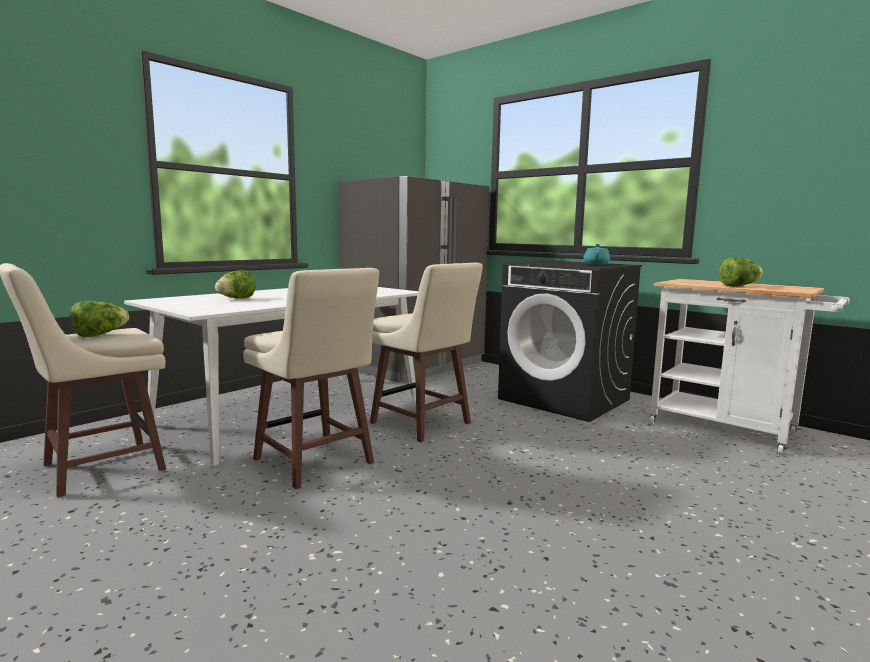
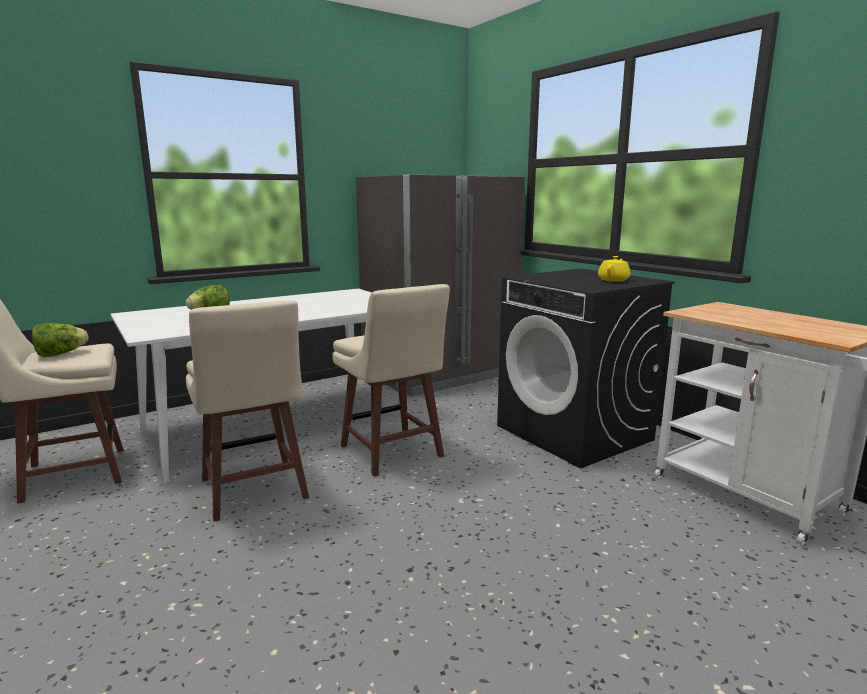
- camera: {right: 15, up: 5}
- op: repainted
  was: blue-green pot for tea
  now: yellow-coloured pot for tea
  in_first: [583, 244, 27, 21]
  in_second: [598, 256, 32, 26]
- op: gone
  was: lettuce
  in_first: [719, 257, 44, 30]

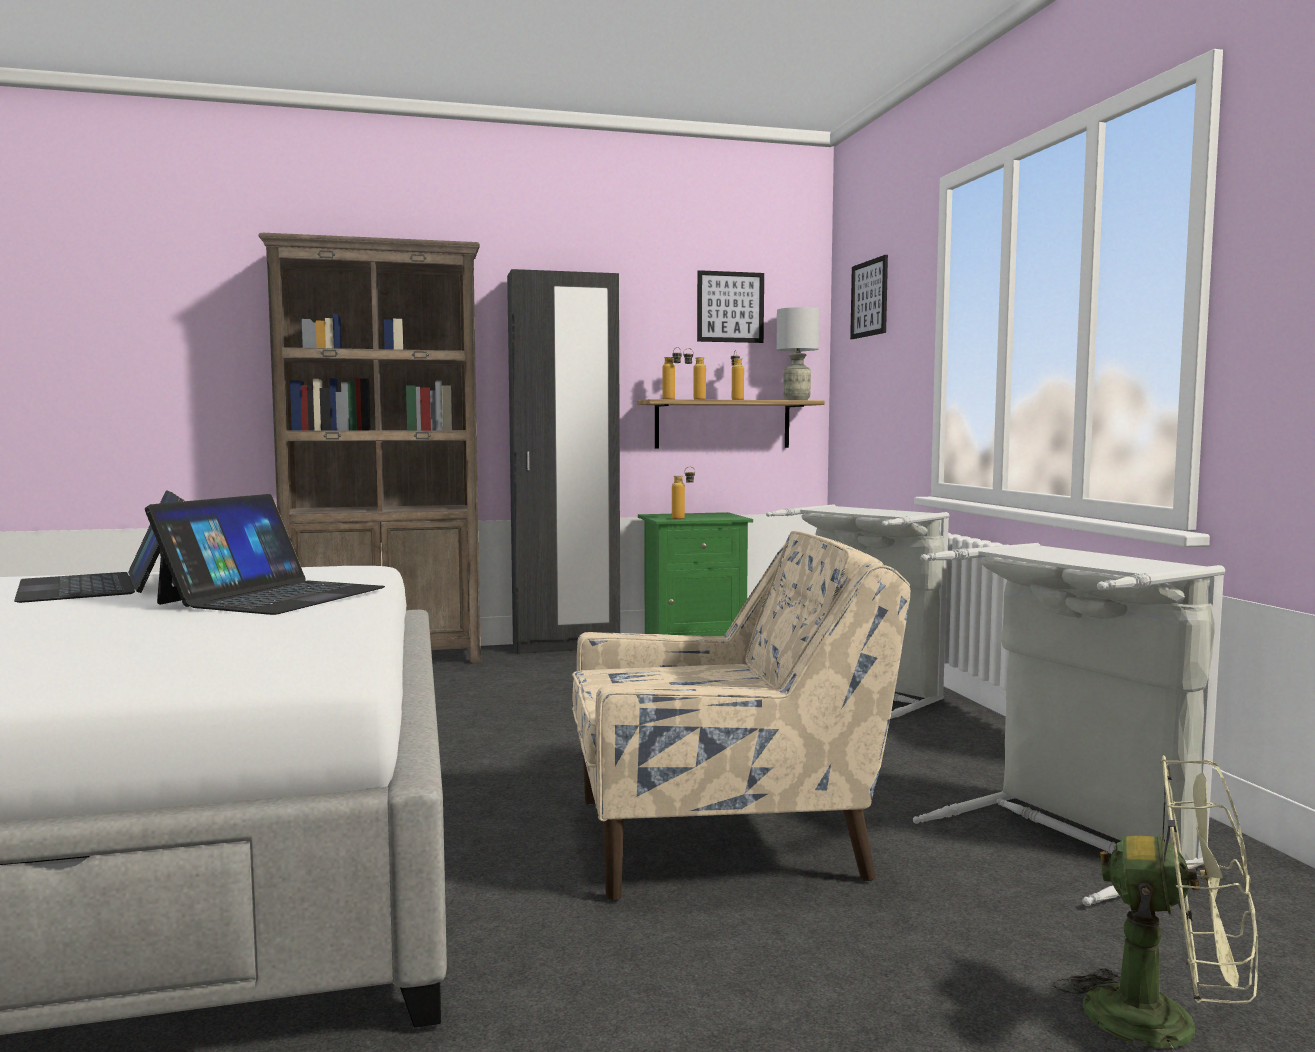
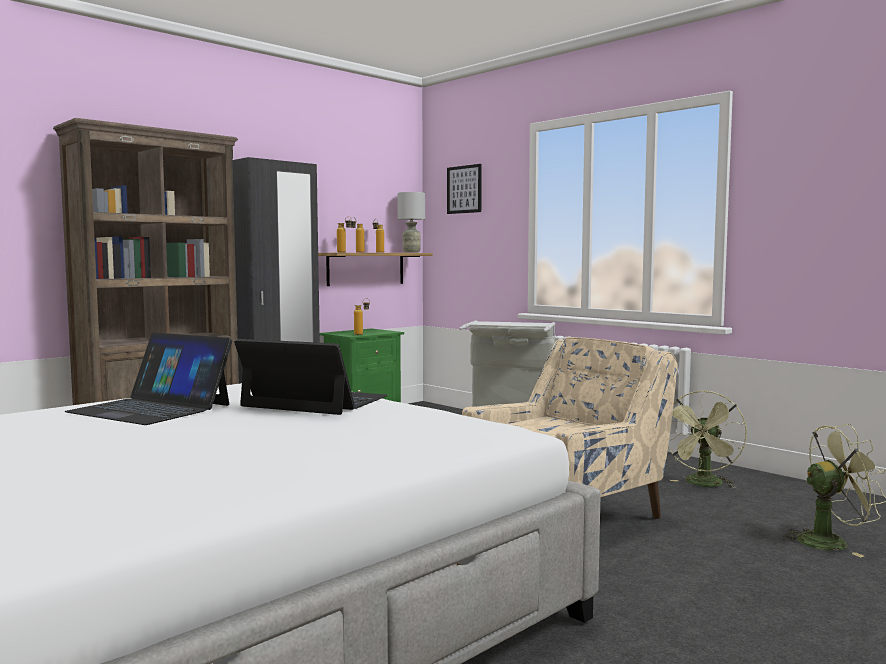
- camera: {right: -30, up: 0}
- op: gone
  was: wall art
  in_first: [697, 270, 67, 73]
- op: rotated
  was: laptop
  in_first: [145, 494, 240, 121]
  in_second: [234, 339, 153, 76]
  clockwise: -60
- op: swapped
  was: greyish hamper
  now: green-coloured cooling fan
  in_first: [913, 543, 312, 363]
  in_second: [668, 391, 79, 97]

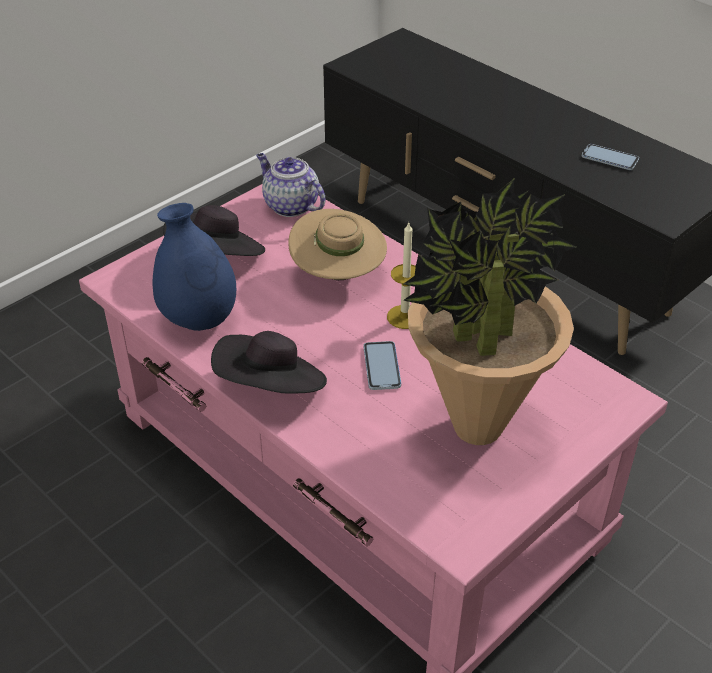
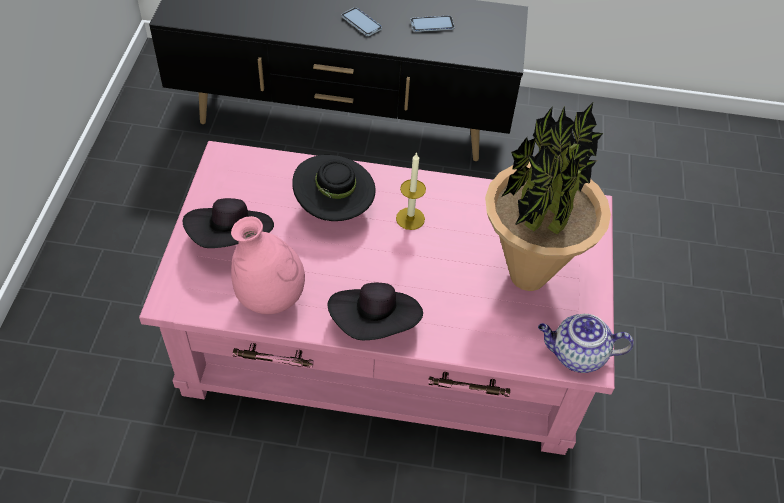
- camera: {right: -40, up: 10}
- op: shifted
  was: pot for tea
  in_first: [256, 153, 69, 64]
  in_second: [538, 314, 96, 59]
- op: repainted
  was: bluish vase
  now: pinkish vase
  in_first: [153, 203, 83, 128]
  in_second: [231, 216, 74, 98]
- op: repainted
  was: beige-coloured hat
  now: black-coloured hat
  in_first: [288, 209, 99, 71]
  in_second: [292, 155, 84, 66]
- op: shifted
  was: telephone
  in_first: [364, 341, 37, 49]
  in_second: [341, 7, 41, 29]

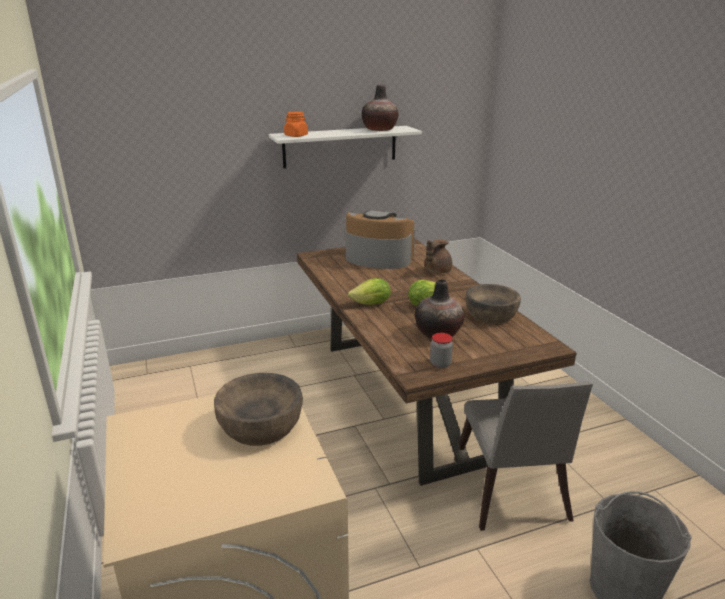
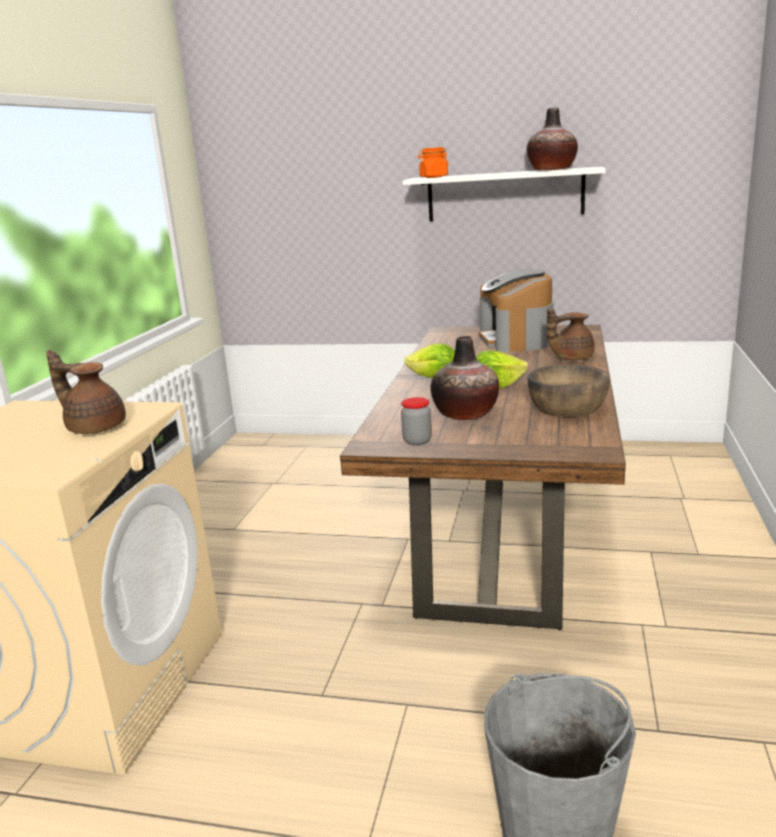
- camera: {right: 35, up: -5}
- op: rotated
  was: coffee brewer
  in_first: [345, 210, 70, 59]
  in_second: [479, 269, 74, 83]
  clockwise: -150
- op: swapped
  was: brown-coloured serving bowl
  now: brown-coloured pot for tea
  in_first: [214, 373, 89, 73]
  in_second: [46, 350, 80, 84]
- op: gone
  was: greyish plain chair
  in_first: [454, 381, 139, 150]

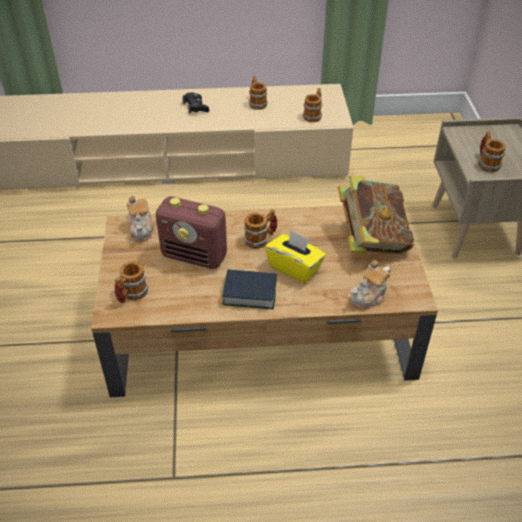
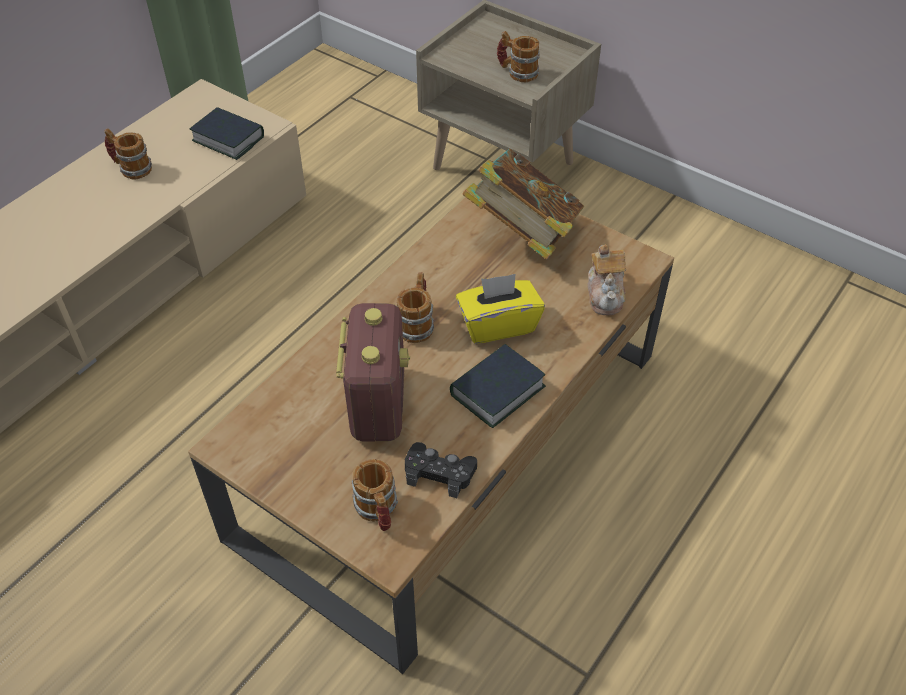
- camera: {right: -50, up: 5}
- op: swapped
  was: coffee mug
  now: book
  in_first: [303, 88, 19, 34]
  in_second: [190, 107, 74, 53]
- op: shifted
  was: black-coloured joypad
  in_first: [183, 92, 26, 22]
  in_second: [405, 442, 72, 56]
- op: gone
  was: pot for tea
  in_first: [127, 195, 27, 47]
- op: rotated
  was: radio
  in_first: [156, 196, 71, 73]
  in_second: [336, 303, 74, 138]
  clockwise: -60

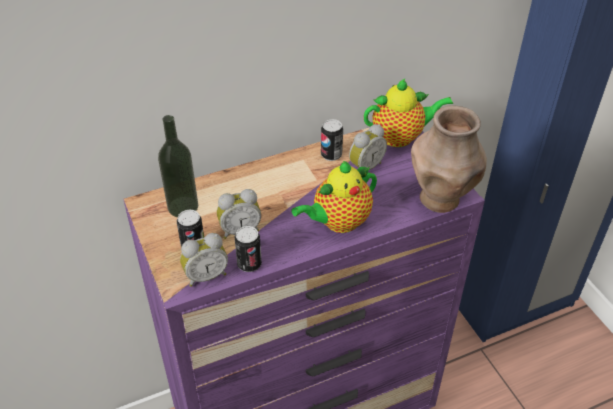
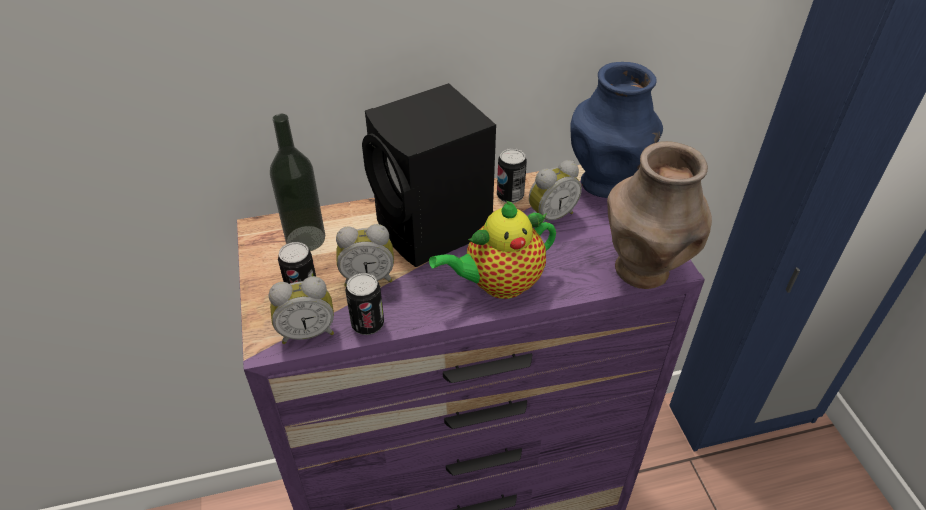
- camera: {right: 10, up: 0}
- op: swapped
  was: pot for tea
  now: bluish vase
  in_first: [364, 78, 89, 69]
  in_second: [570, 62, 93, 136]
- op: new
  now: black-coloured speaker
  in_second: [362, 83, 134, 184]

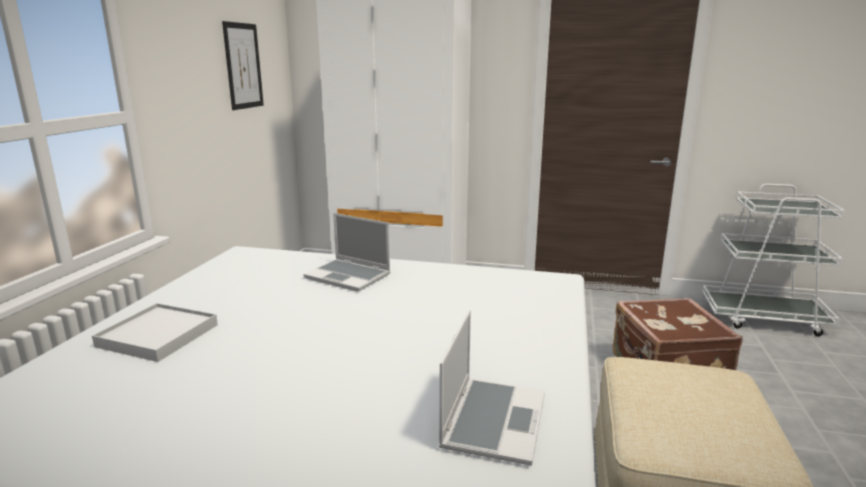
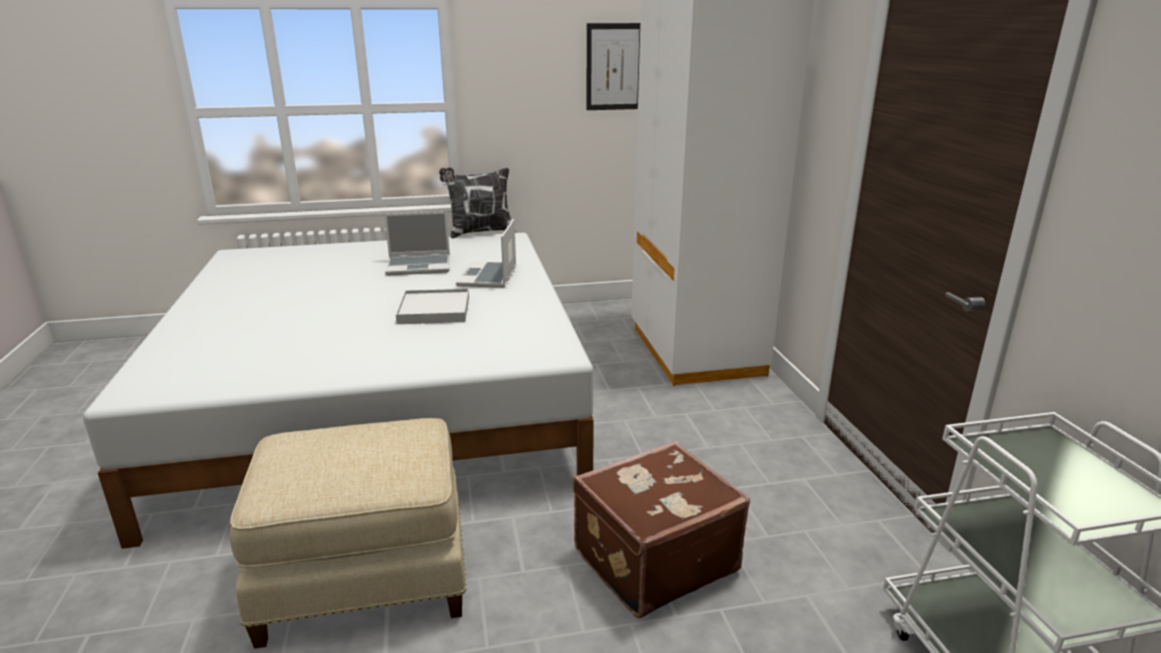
- camera: {right: 65, up: 5}
- op: shifted
  was: white tray
  in_first: [92, 303, 126, 59]
  in_second: [396, 289, 73, 35]
- op: shifted
  was: laptop
  in_first: [439, 310, 106, 156]
  in_second: [384, 212, 66, 64]
- op: new
  now: throw pillow
  in_second: [439, 168, 77, 70]

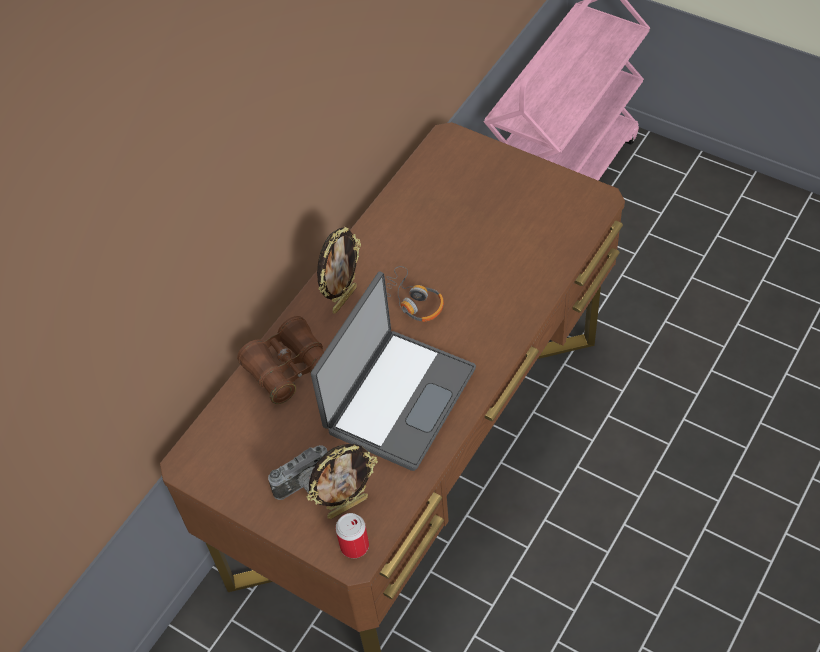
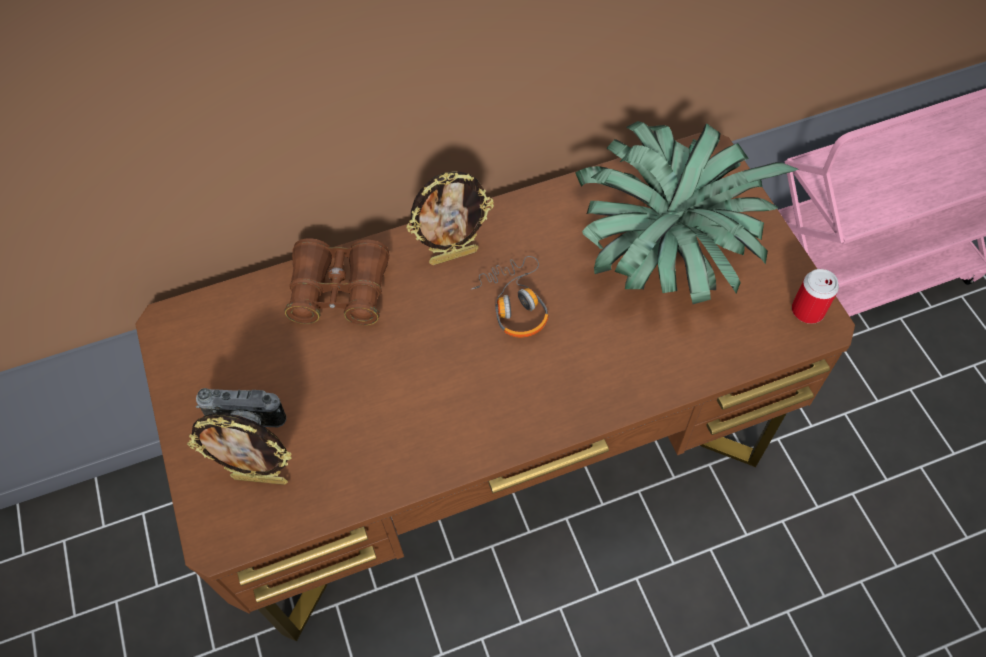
- camera: {right: 35, up: 5}
- op: gone
  was: laptop
  in_first: [311, 272, 165, 199]
- op: shifted
  was: metal can
  in_first: [336, 513, 33, 45]
  in_second: [792, 269, 47, 55]
- op: new
  now: potted plant
  in_second: [575, 121, 224, 183]

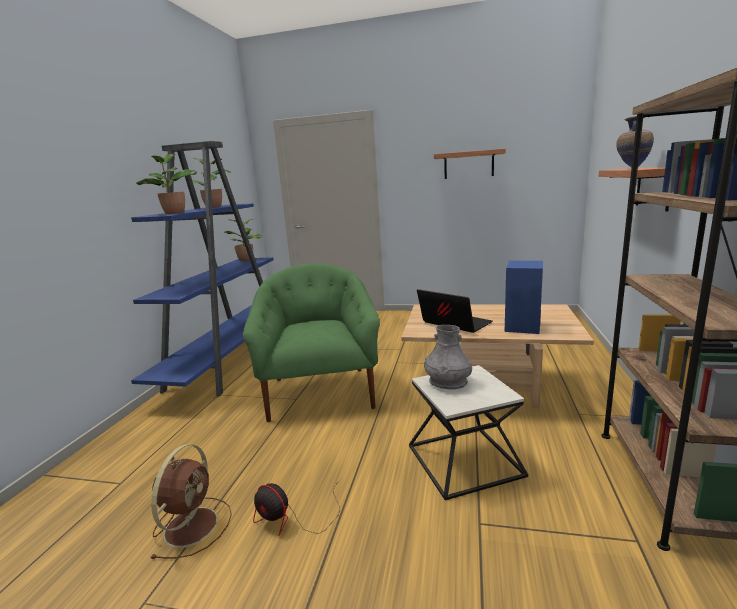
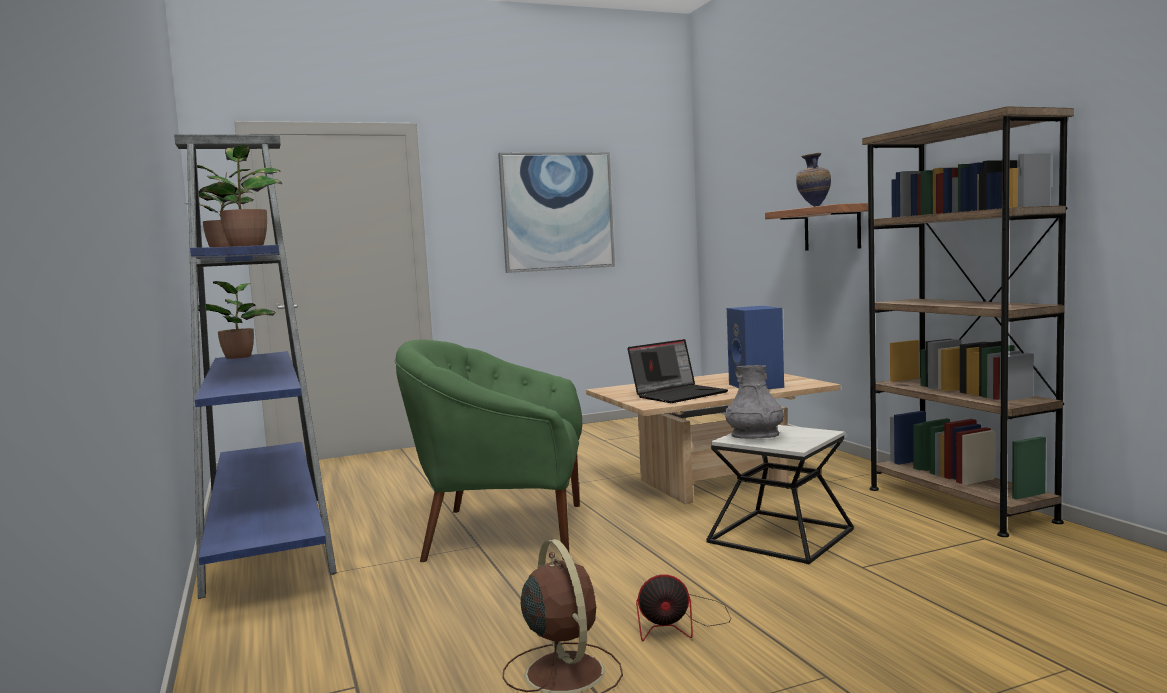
- camera: {right: -35, up: -10}
- op: swapped
  was: shelf
  now: wall art
  in_first: [434, 149, 72, 30]
  in_second: [498, 152, 117, 121]
- op: rotated
  was: green-coloured easy chair
  in_first: [243, 263, 137, 159]
  in_second: [395, 339, 187, 223]
  clockwise: -45
- op: rotated
  was: laptop
  in_first: [417, 289, 75, 44]
  in_second: [627, 339, 101, 64]
  clockwise: 135

